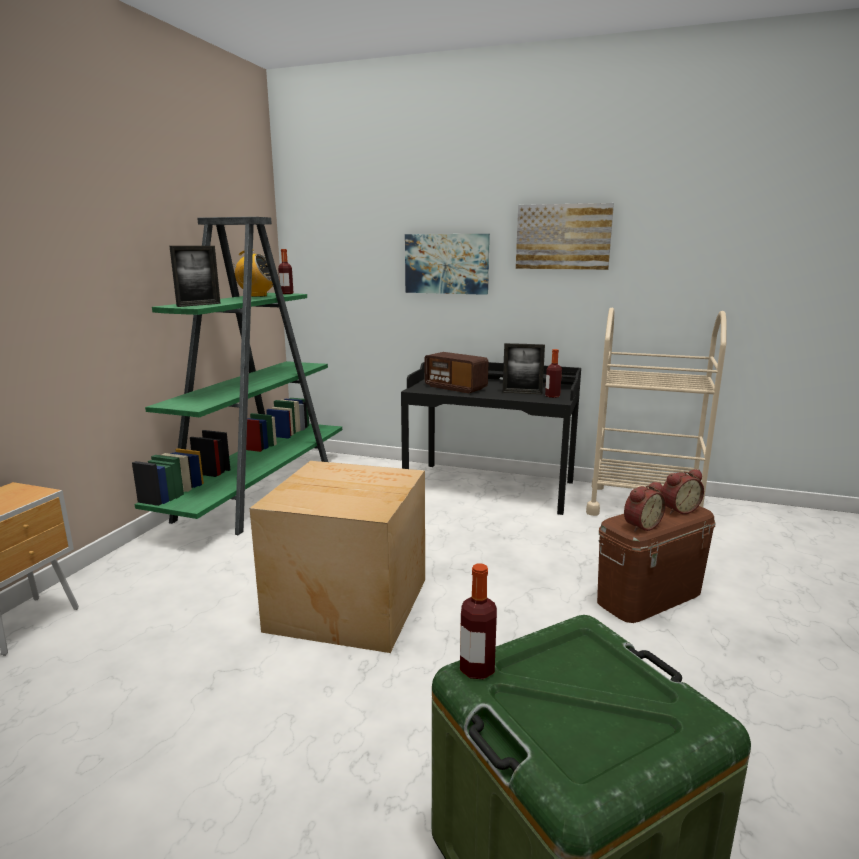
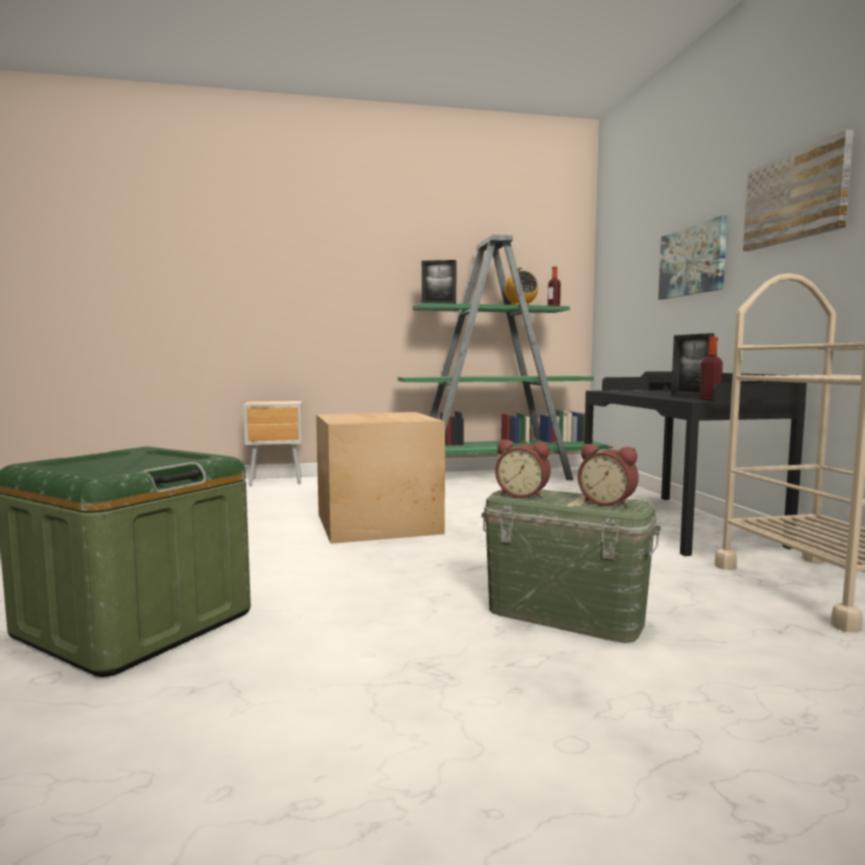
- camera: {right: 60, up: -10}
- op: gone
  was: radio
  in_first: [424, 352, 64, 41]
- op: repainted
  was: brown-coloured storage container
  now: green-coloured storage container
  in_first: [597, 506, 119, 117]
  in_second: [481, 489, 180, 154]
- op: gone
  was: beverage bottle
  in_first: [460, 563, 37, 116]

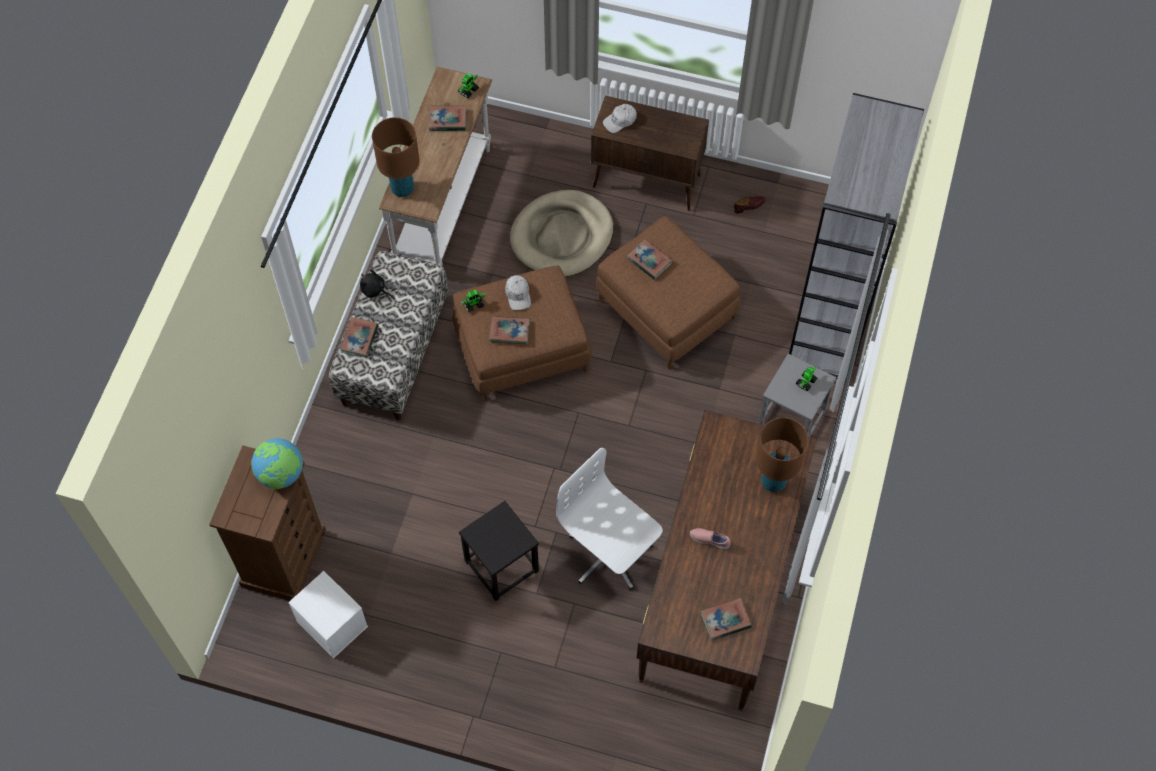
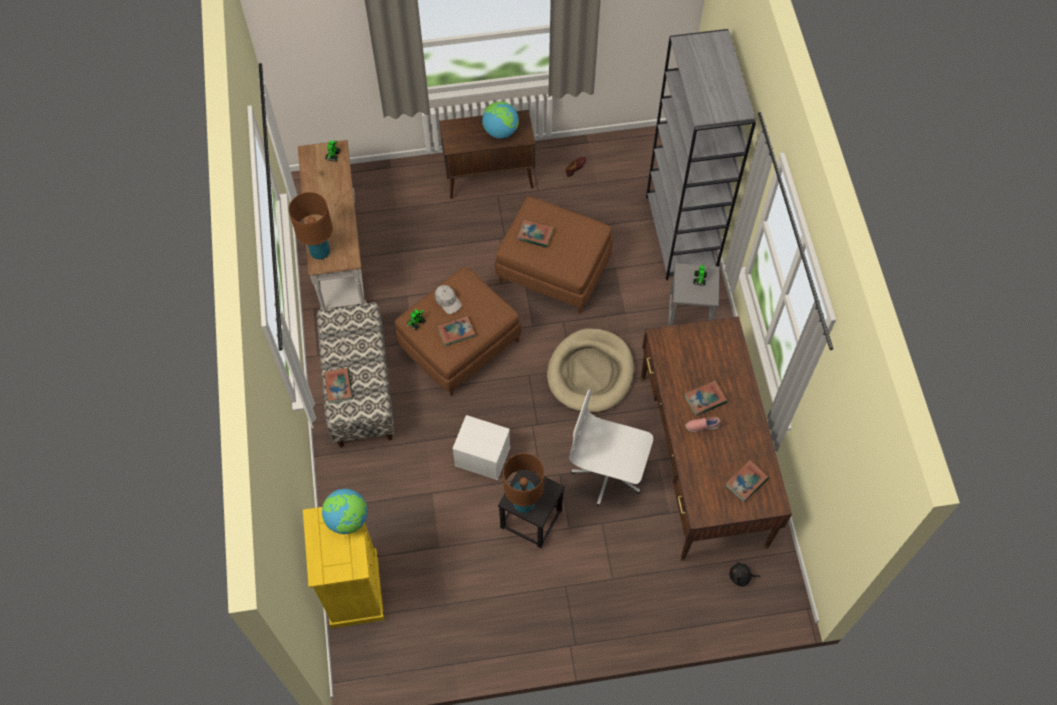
- camera: {right: -25, up: 0}
- op: gone
  was: white baseball cap
  in_first: [603, 104, 34, 29]
- op: shifted
  was: book
  in_first: [429, 106, 38, 25]
  in_second: [684, 380, 43, 36]
- op: shifted
  was: beige-coloured pet bed
  in_first: [510, 189, 103, 88]
  in_second: [547, 328, 87, 85]
- op: shifted
  was: black-coloured soft toy
  in_first: [360, 269, 32, 29]
  in_second: [729, 562, 31, 25]
- op: shifted
  was: brown-coloured tabletop lamp
  in_first: [756, 417, 53, 75]
  in_second: [503, 453, 42, 60]
- op: repainted
  was: brown-coloured chest of drawers
  now: yellow-coloured chest of drawers
  in_first: [209, 445, 117, 156]
  in_second: [303, 507, 81, 121]
- op: shifted
  was: white storage container
  in_first: [288, 571, 80, 87]
  in_second: [452, 415, 58, 65]
- op: new
  now: world globe
  in_second: [482, 101, 37, 38]

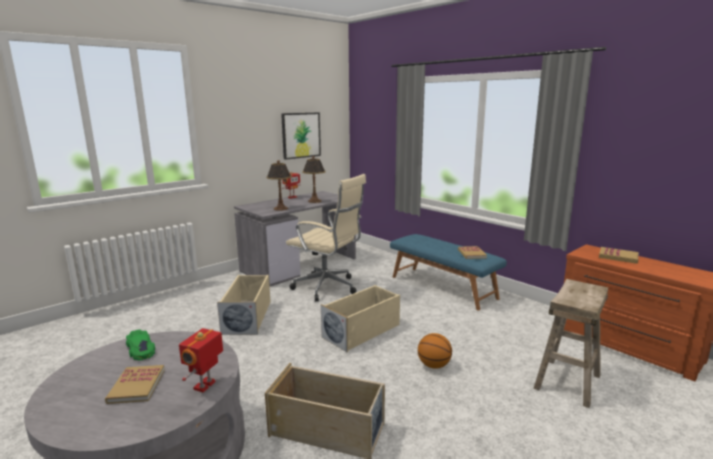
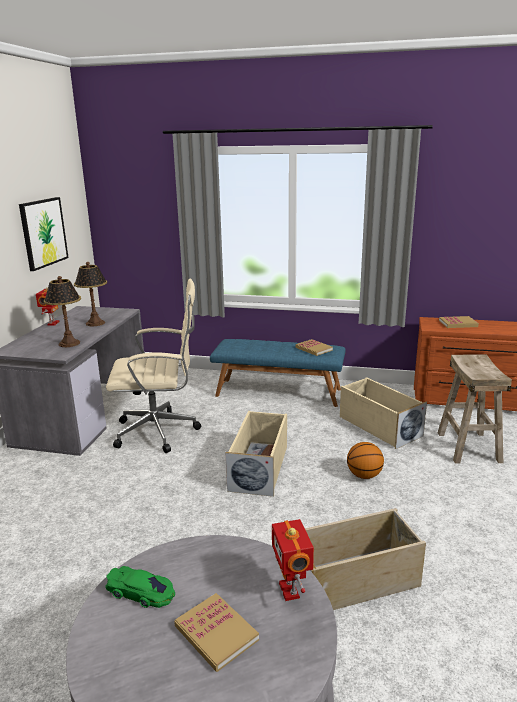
- camera: {right: -35, up: 5}
- op: shifted
  was: beige-coloured storage container
  in_first: [217, 275, 54, 60]
  in_second: [340, 377, 87, 72]

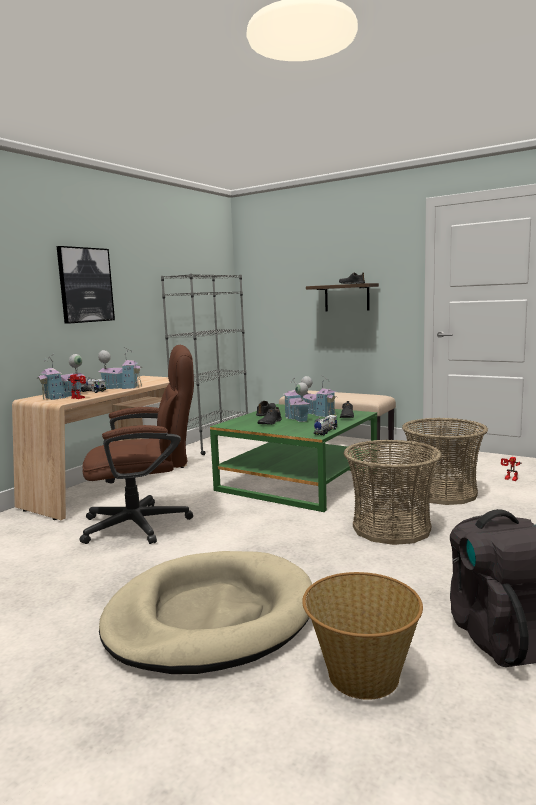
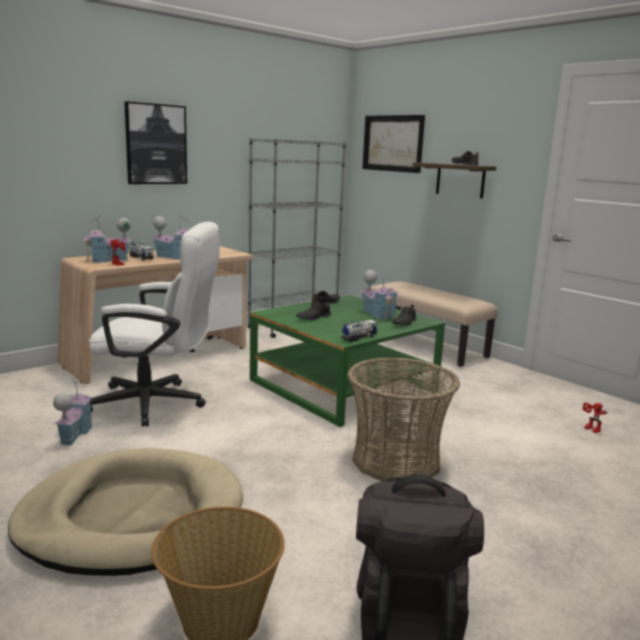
- camera: {right: 15, up: 5}
- op: repainted
  was: brown-coloured desk chair
  now: white desk chair
  in_first: [80, 345, 114, 199]
  in_second: [89, 222, 131, 204]
- op: shifted
  was: miniature house
  in_first: [284, 379, 26, 43]
  in_second: [53, 380, 39, 66]
- op: gone
  was: basket
  in_first: [402, 418, 86, 87]
- op: new
  now: wall art
  in_second: [362, 115, 63, 58]

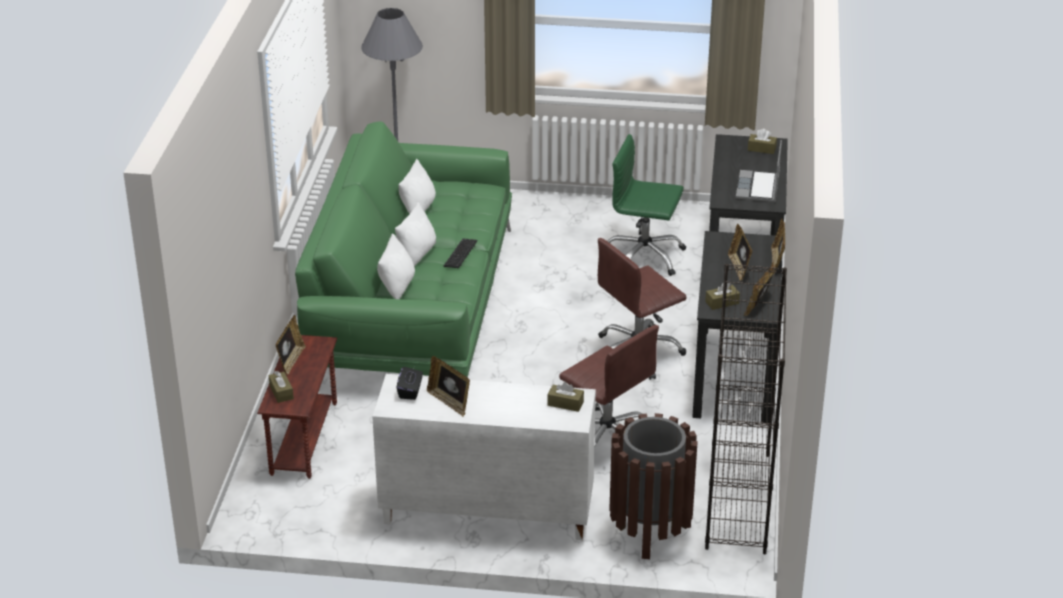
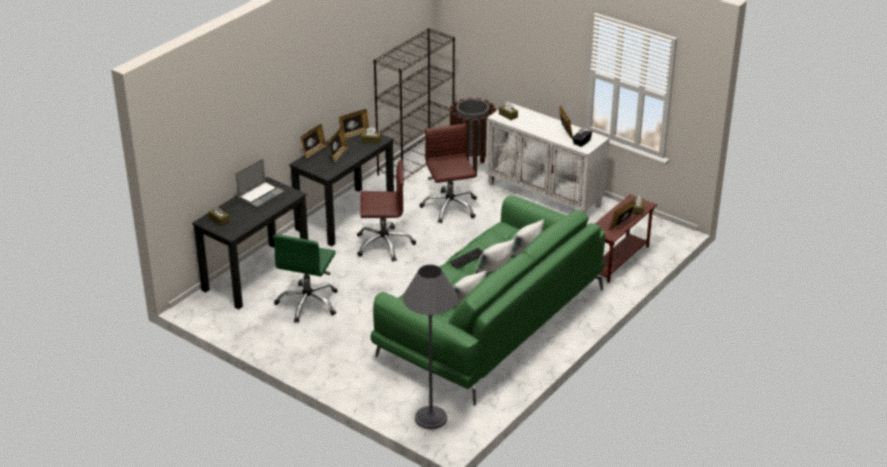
- camera: {right: -150, up: 0}
- op: rotated
  was: green-coloured desk chair
  in_first: [608, 134, 78, 142]
  in_second: [273, 234, 65, 89]
  clockwise: 60

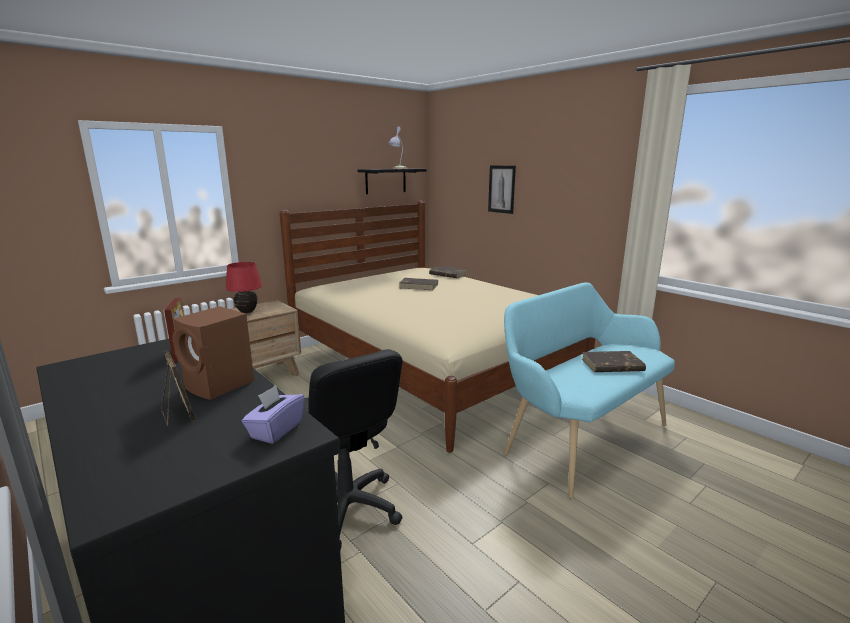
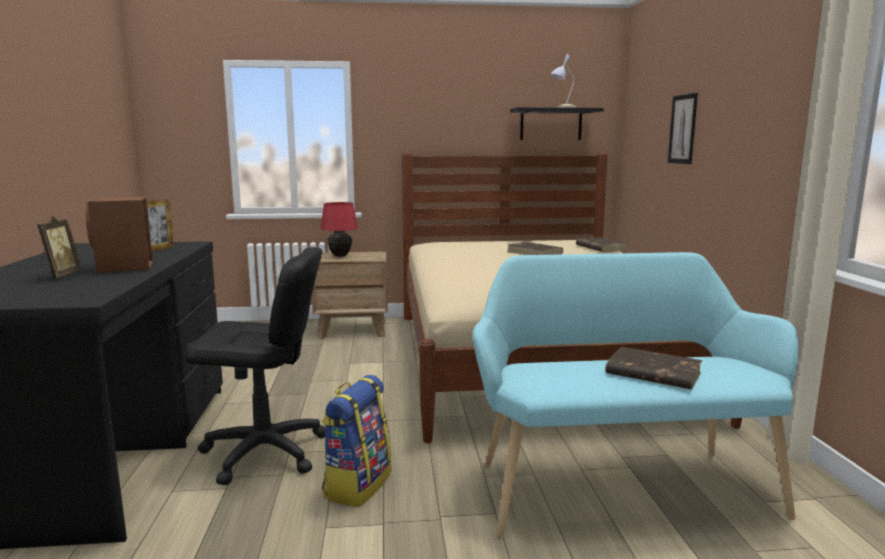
- camera: {right: 35, up: -5}
- op: rotated
  was: black-coloured desk chair
  in_first: [303, 349, 99, 201]
  in_second: [184, 247, 141, 238]
  clockwise: -90
- op: gone
  was: purple-coloured tissue box
  in_first: [241, 385, 64, 59]
- op: new
  now: knapsack
  in_second: [322, 375, 69, 132]

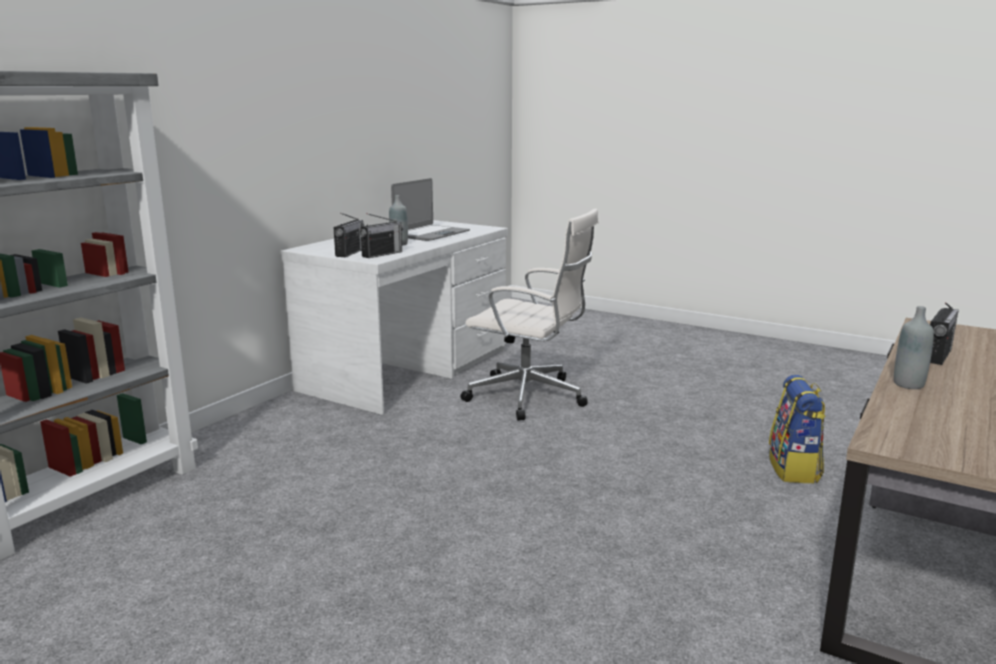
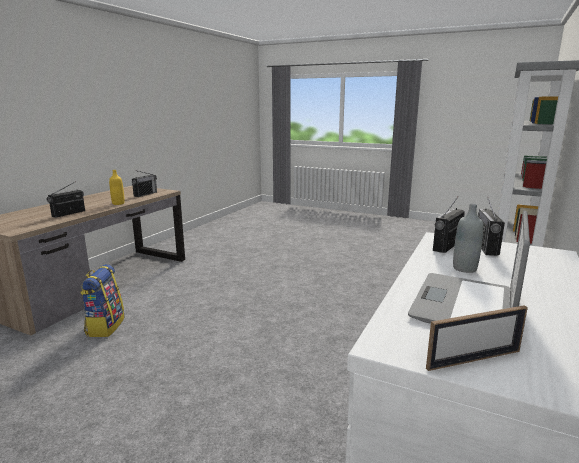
- camera: {right: 175, up: 0}
- op: gone
  was: white desk chair
  in_first: [460, 208, 139, 213]
- op: repainted
  was: greyish beverage bottle
  now: yellow-coloured beverage bottle
  in_first: [894, 306, 40, 83]
  in_second: [109, 170, 16, 35]
- op: new
  now: radio
  in_second: [132, 170, 25, 27]
- op: new
  now: picture frame
  in_second: [426, 306, 102, 65]

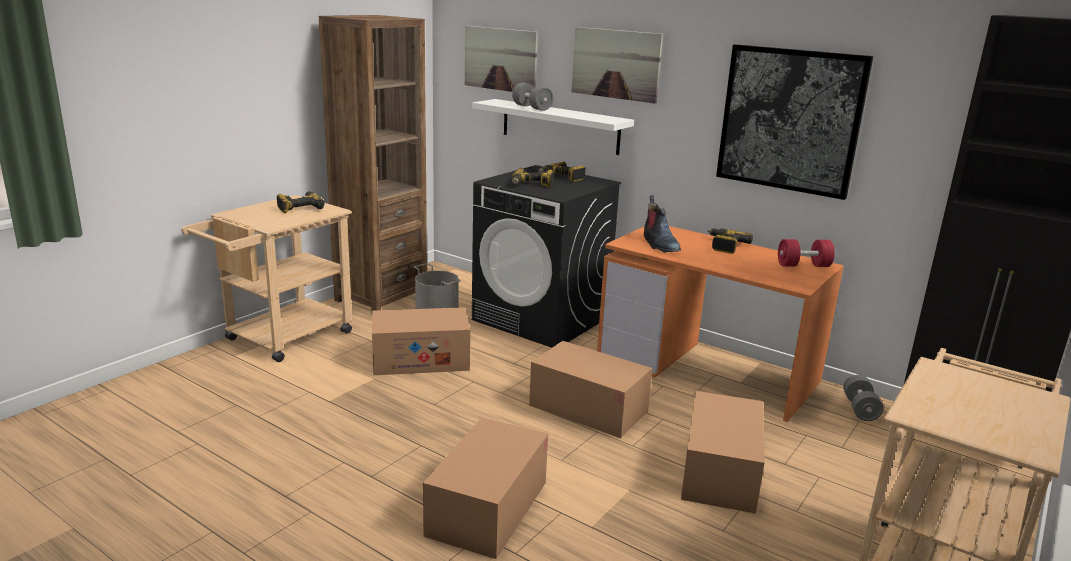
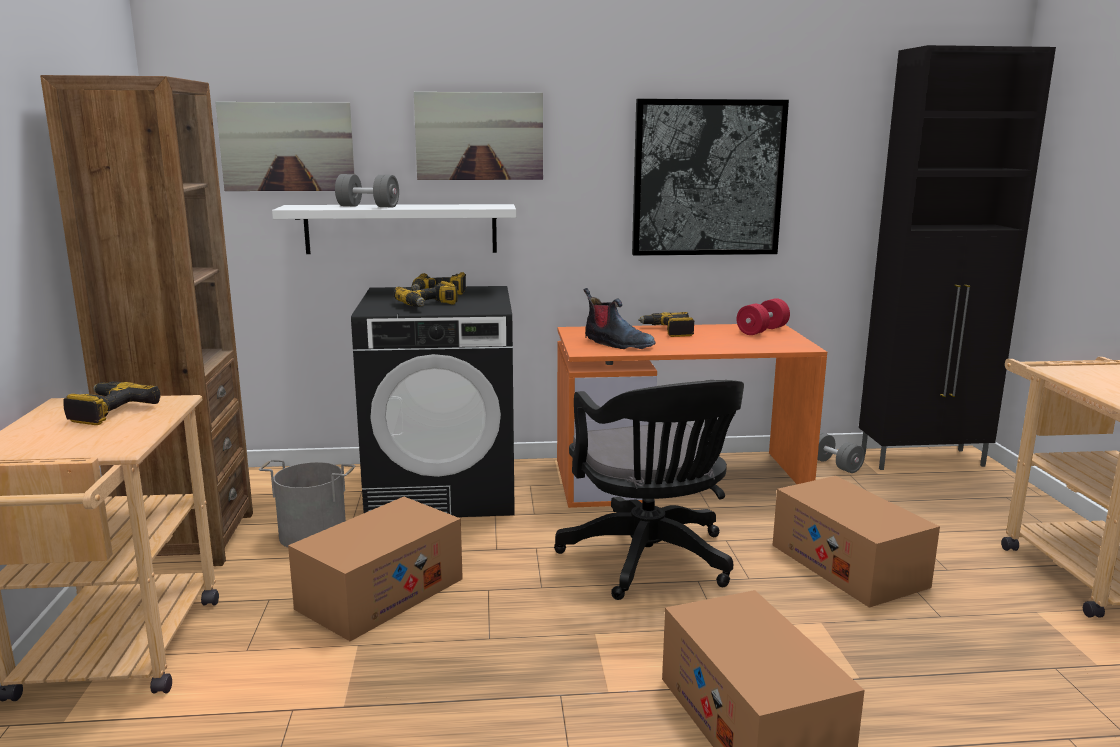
- camera: {right: -40, up: -5}
- op: swapped
  was: packing box
  now: black-coloured desk chair
  in_first: [529, 341, 123, 97]
  in_second: [554, 380, 190, 220]

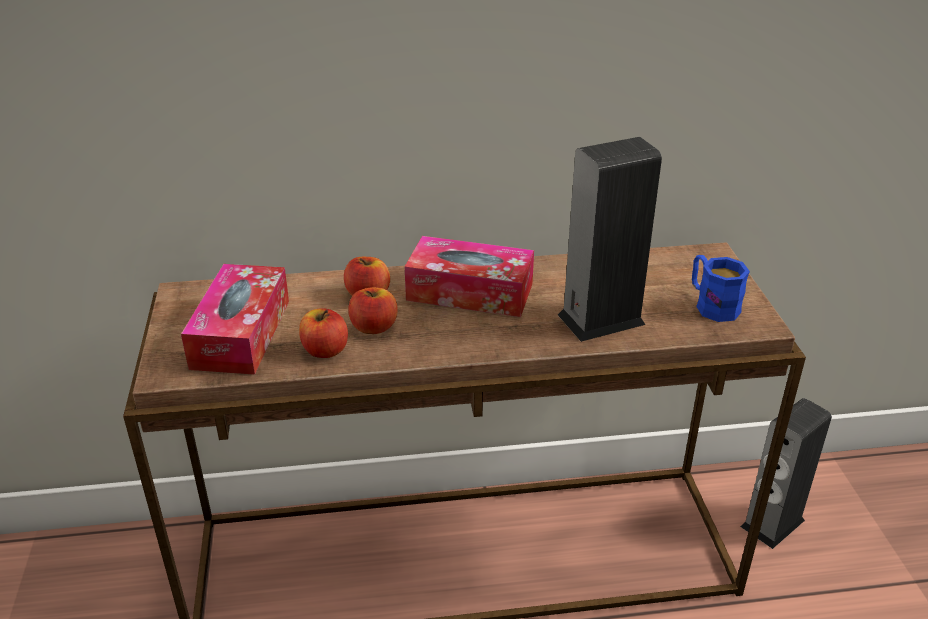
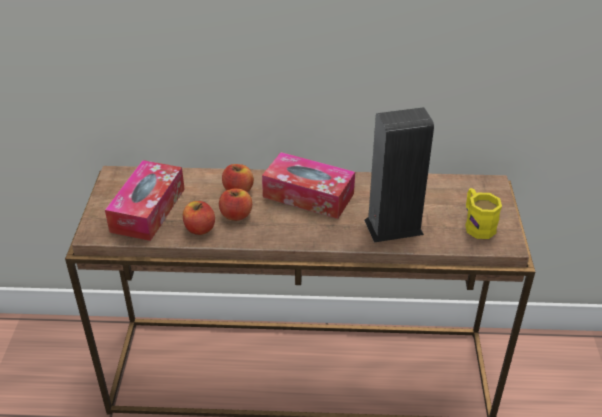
- camera: {right: 10, up: 5}
- op: repainted
  was: bluish coffee mug
  now: yellow-coloured coffee mug
  in_first: [692, 255, 58, 67]
  in_second: [465, 188, 37, 51]
- op: gone
  was: speaker
  in_first: [740, 398, 92, 151]

